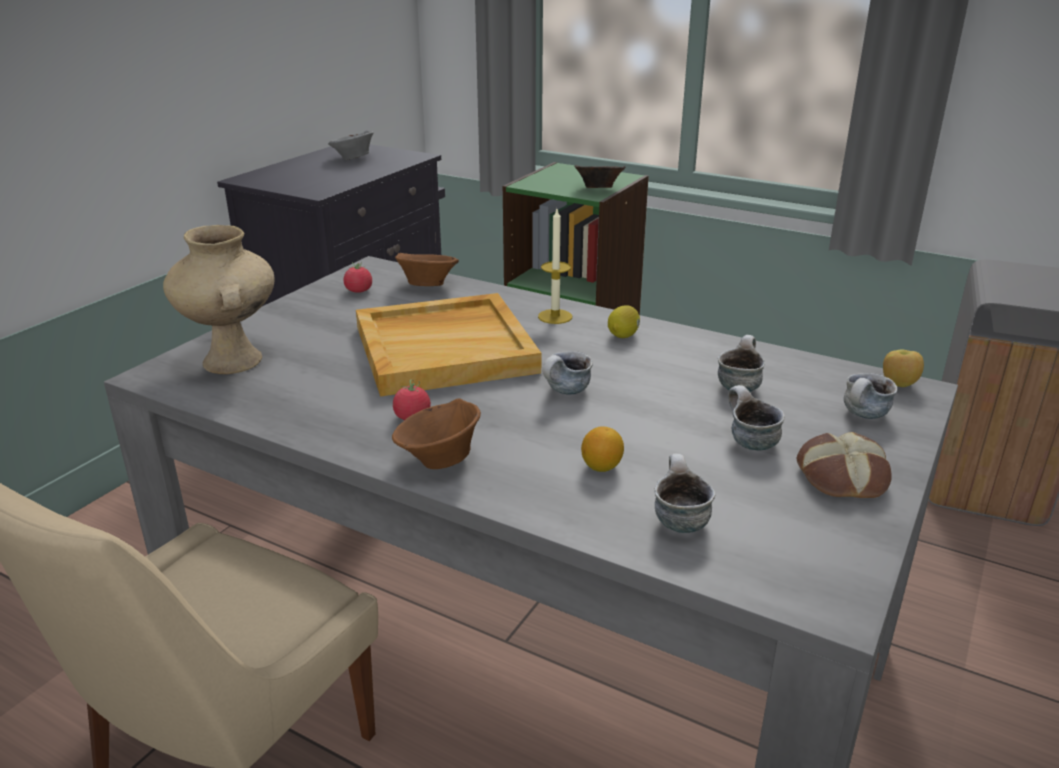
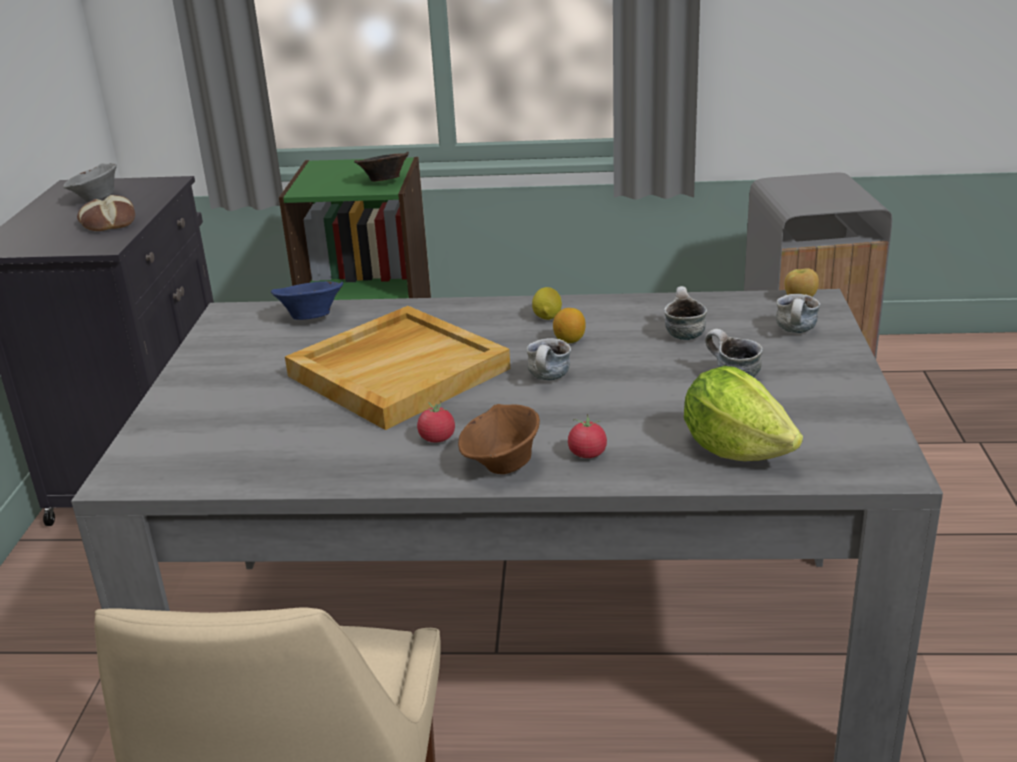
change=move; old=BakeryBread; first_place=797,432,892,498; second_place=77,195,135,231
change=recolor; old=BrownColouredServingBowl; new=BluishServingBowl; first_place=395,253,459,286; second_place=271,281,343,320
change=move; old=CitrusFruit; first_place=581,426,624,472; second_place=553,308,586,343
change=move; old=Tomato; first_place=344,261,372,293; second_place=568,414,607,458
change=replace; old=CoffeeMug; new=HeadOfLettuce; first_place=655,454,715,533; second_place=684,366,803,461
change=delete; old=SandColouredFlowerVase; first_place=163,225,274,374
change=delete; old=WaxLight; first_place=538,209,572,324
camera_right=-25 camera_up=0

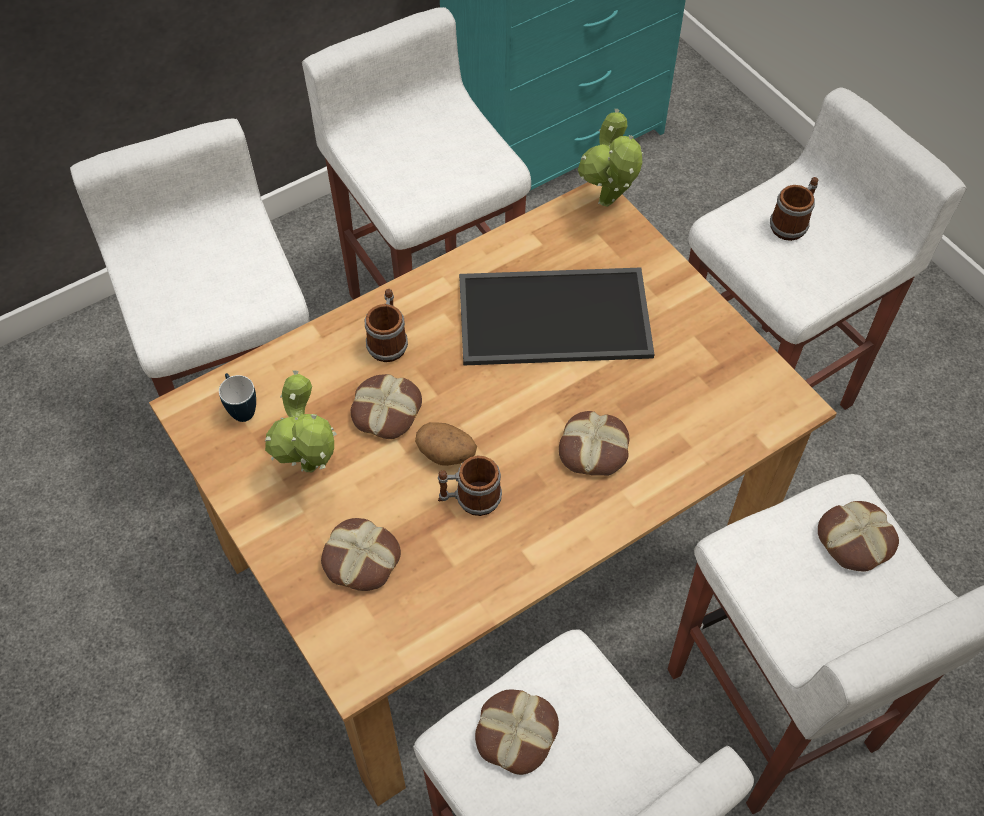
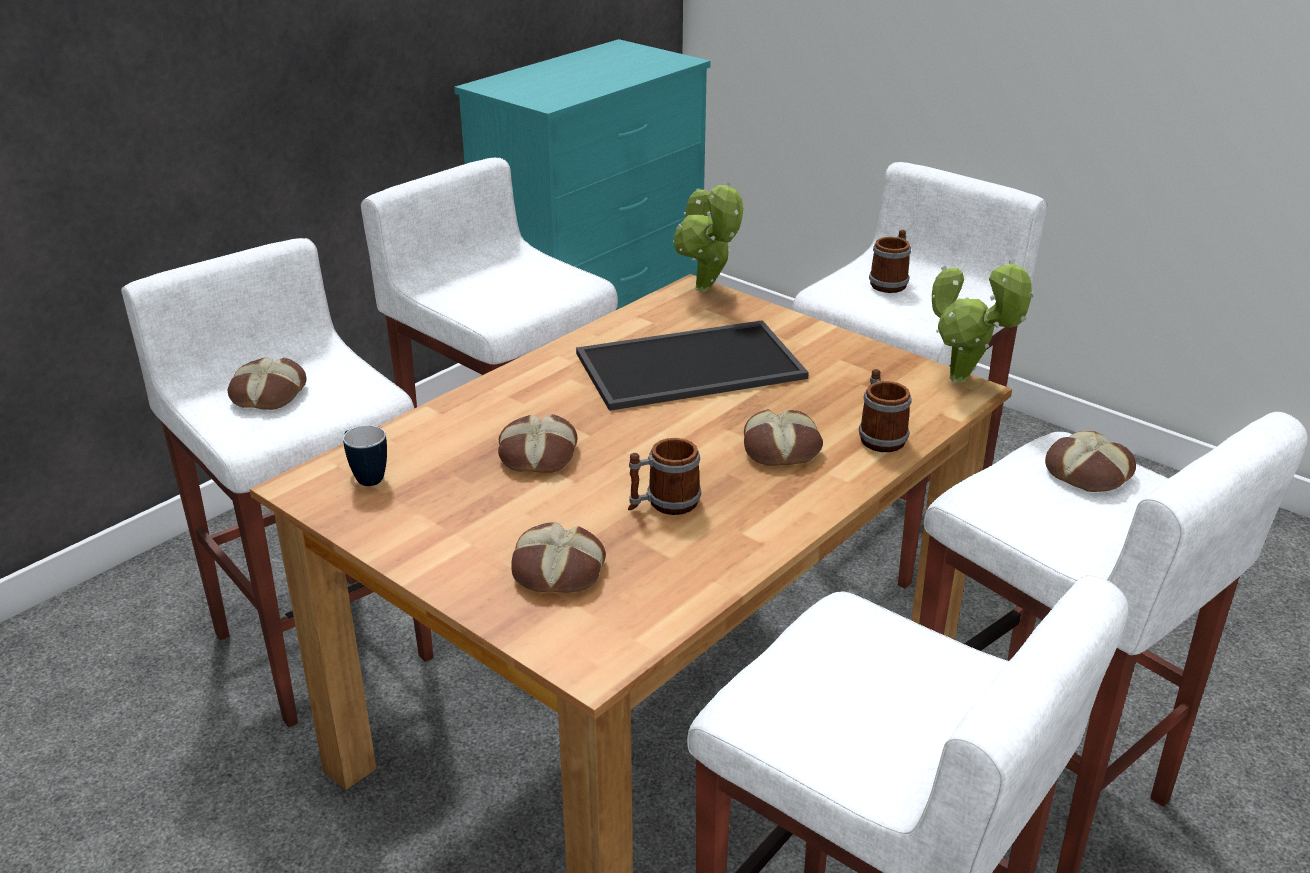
change=move; old=BakeryBread; first_place=475,689,559,775; second_place=228,358,306,410
change=move; old=CoffeeMug; first_place=365,289,408,362; second_place=859,369,912,452
change=move; old=PottedPlant; first_place=265,371,337,472; second_place=932,260,1035,383
change=delete; old=Potato; first_place=415,422,477,466
camera_right=-15 camera_up=-25

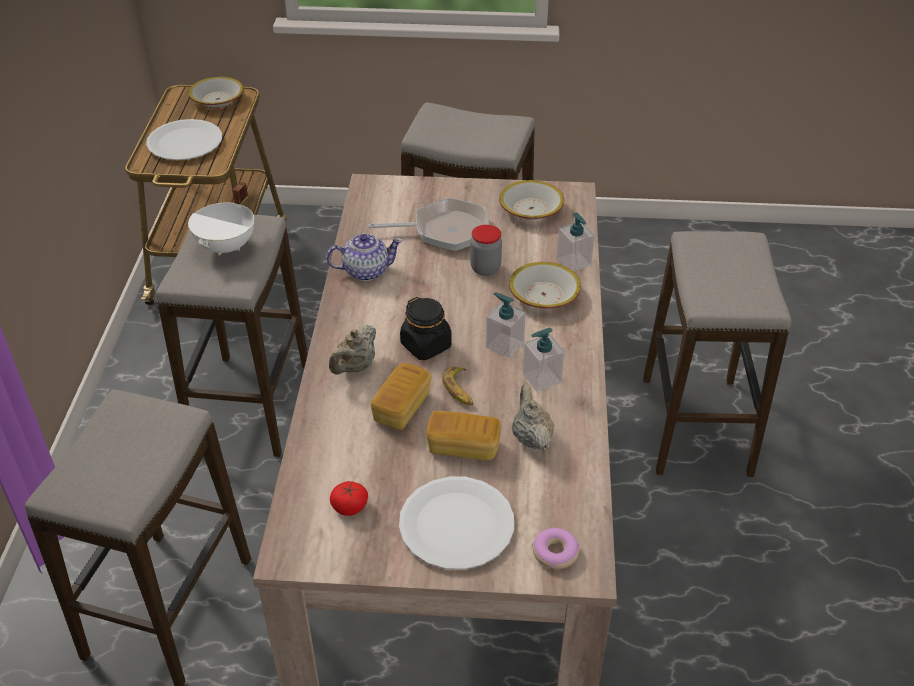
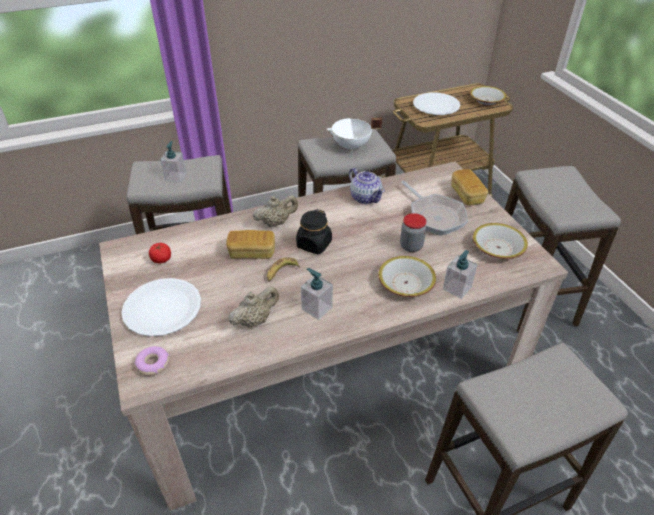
change=move; old=SoapDispenser; first_place=486,292,526,358; second_place=160,141,186,182
change=rotate; old=SandColouredTeapot; first_place=329,325,376,375; second_place=253,195,298,227; degrees=150
change=move; old=BakeryBread; first_place=426,411,501,461; second_place=451,169,488,206
camera_right=65 camera_up=0

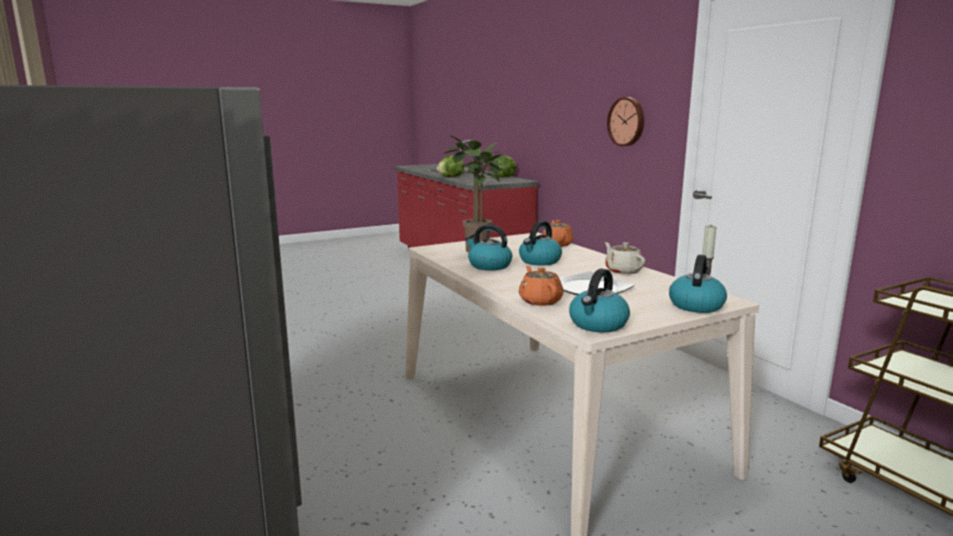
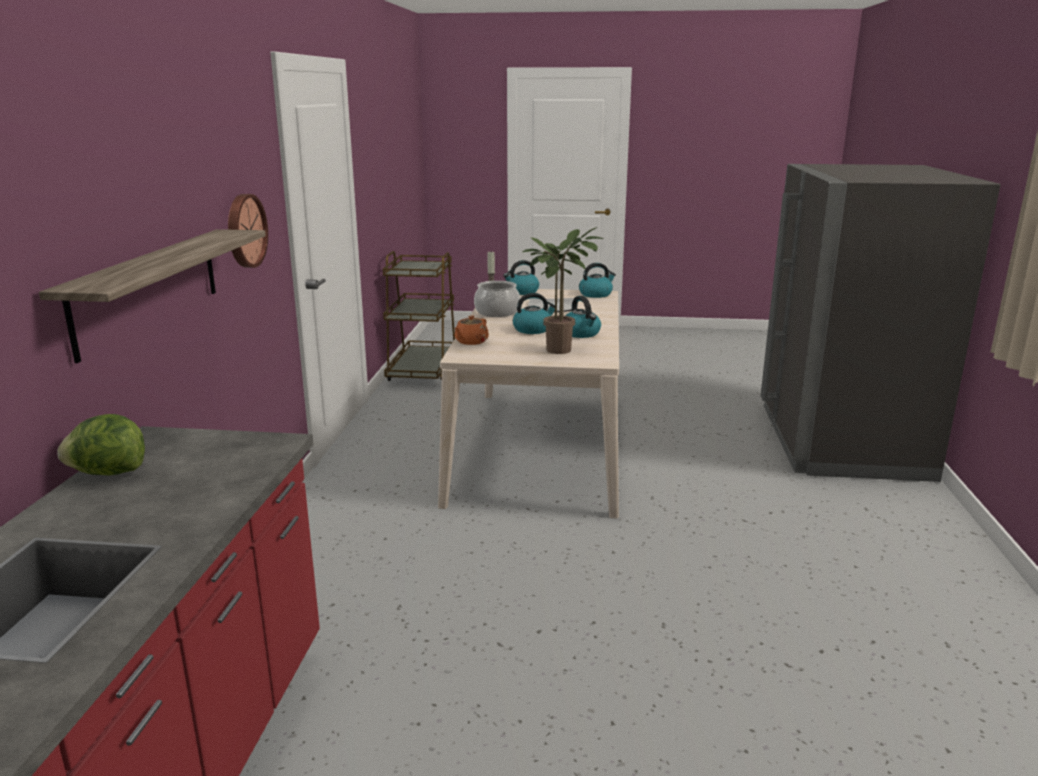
change=insert; new=Shelf; second_place=39,229,266,363
change=replace; old=SandColouredTeapot; new=Stockpot; first_place=605,242,645,274; second_place=474,281,520,317
change=delete; old=HeadOfLettuce; first_place=437,155,464,177
change=delete; old=OrangeTeapot; first_place=519,266,563,306
camera_right=-145 camera_up=5

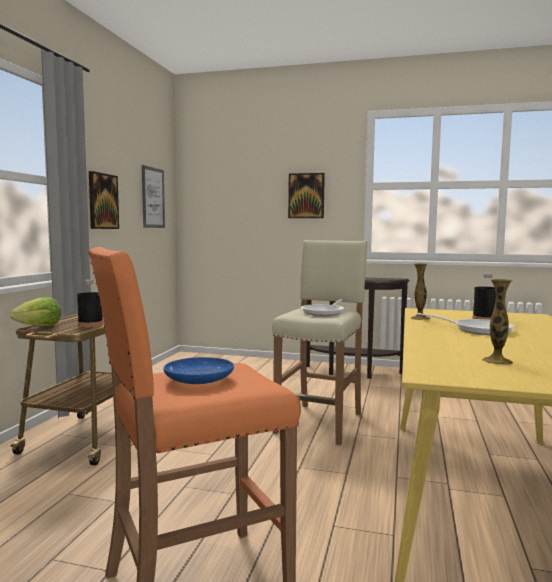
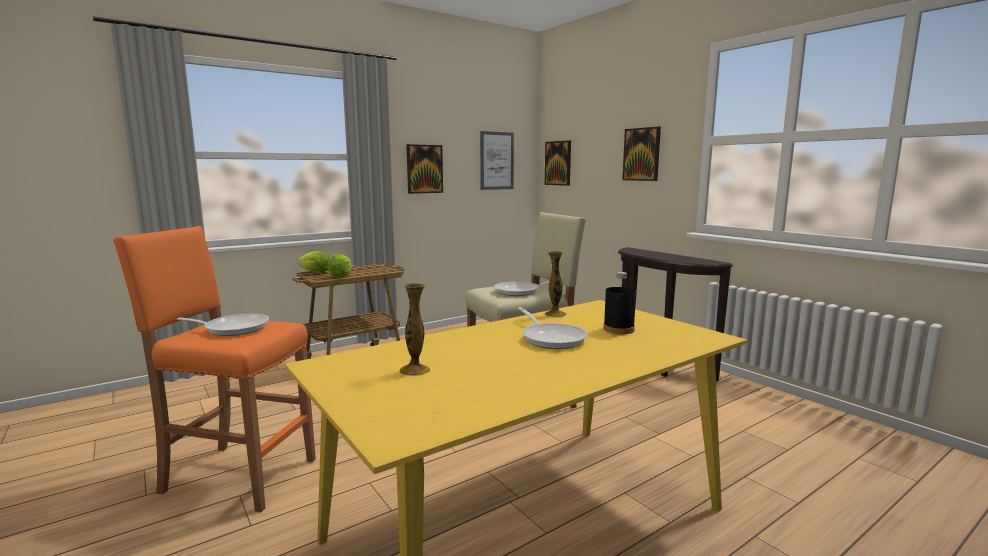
change=replace; old=BluishFlatDish; new=Pan; first_place=164,357,234,384; second_place=176,314,269,336
change=replace; old=BlackBottle; new=HeadOfLettuce; first_place=77,280,103,327; second_place=327,254,351,277
change=insert; new=WallArt; second_place=545,140,571,186
camera_right=40 camera_up=5

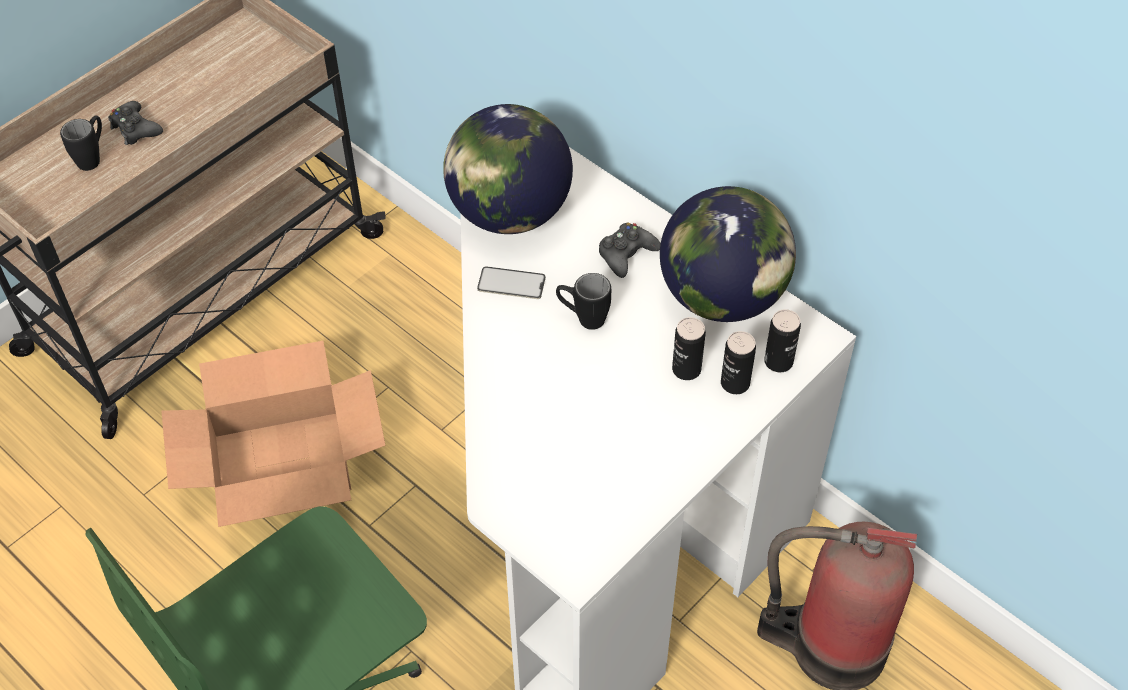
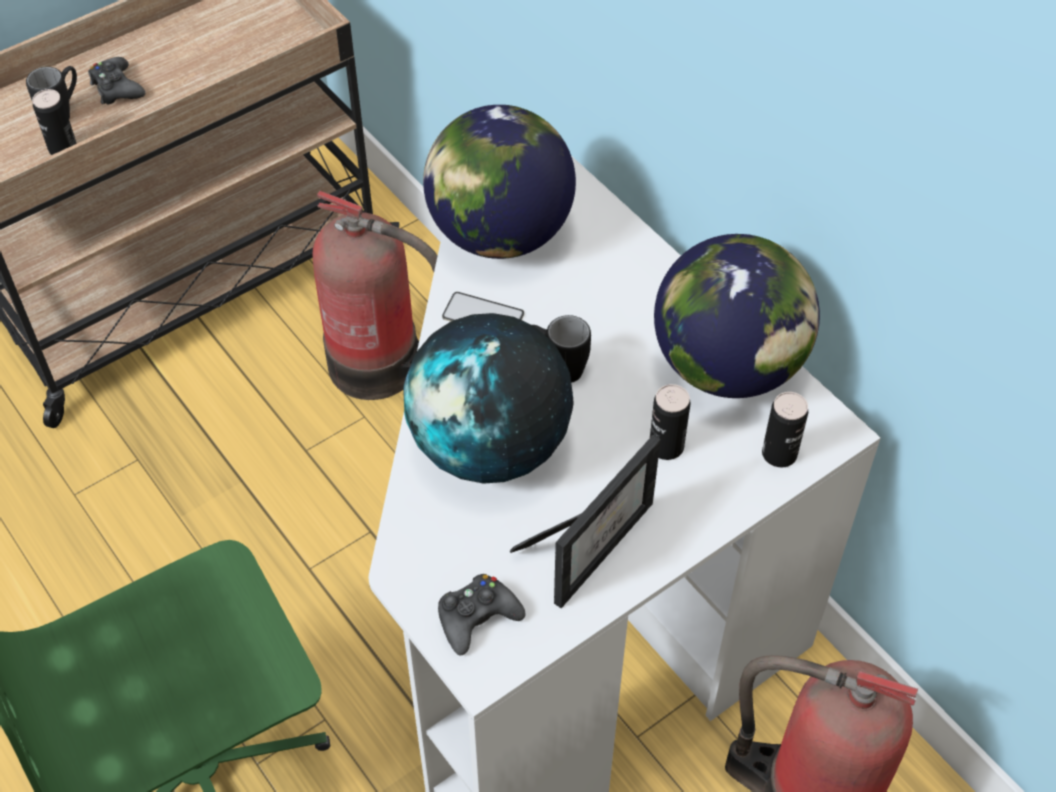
change=move; old=Can; first_place=721,331,756,394; second_place=32,89,77,155
change=insert; new=Extinguisher; second_place=312,191,438,400
change=insert; new=DeskGlobe; second_place=404,313,574,484
change=move; old=BlackJoypad; first_place=599,223,661,278; second_place=438,574,525,656
change=insert; new=StandingFrame; second_place=510,435,661,608
change=delete; old=Carton; first_place=161,341,386,527
camera_right=10 camera_up=0

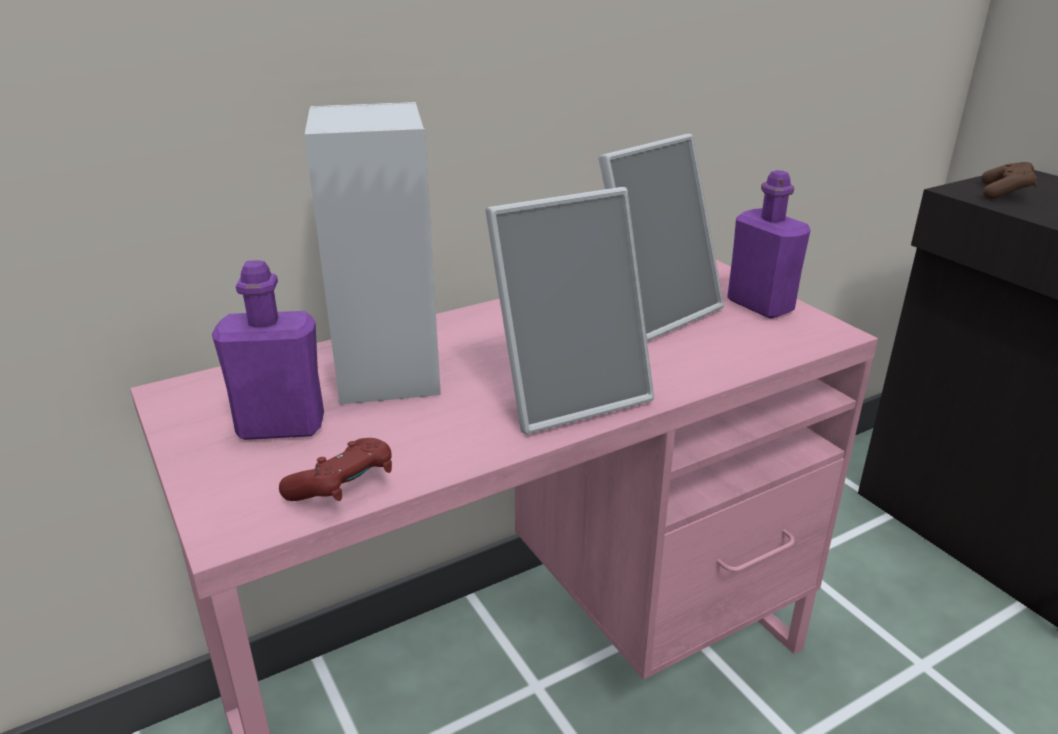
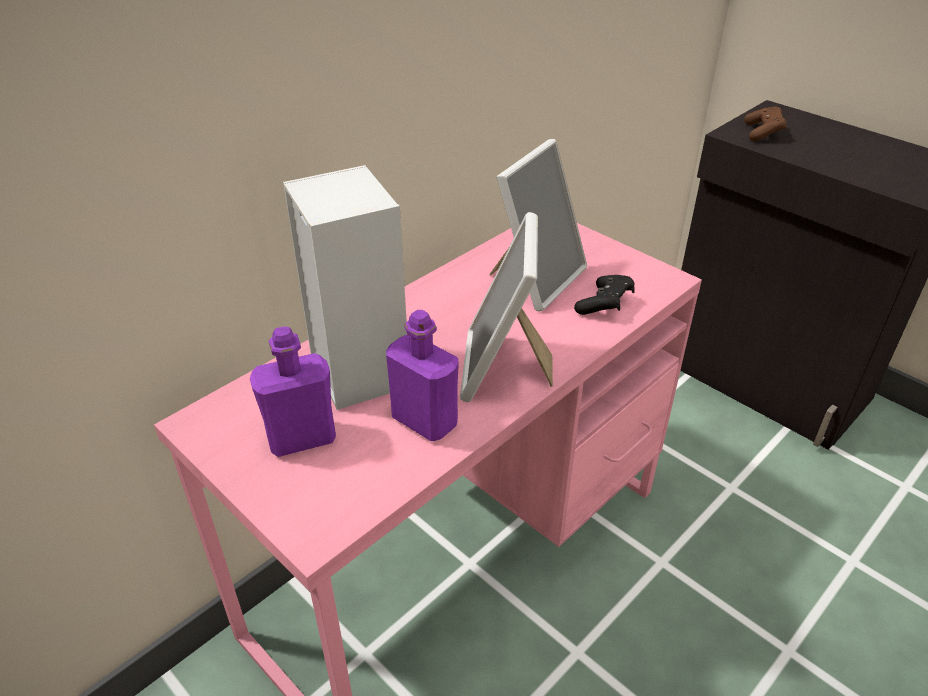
change=move; old=PurpleColouredBottle; first_place=727,170,811,319; second_place=386,310,459,441
change=rotate; old=StandingFrame; first_place=486,187,654,434; second_place=460,212,553,402; degrees=135
change=insert; new=BlackJoypad; second_place=574,275,635,315
change=delete; old=RedColouredJoypad; first_place=279,438,392,501
camera_right=-15 camera_up=10

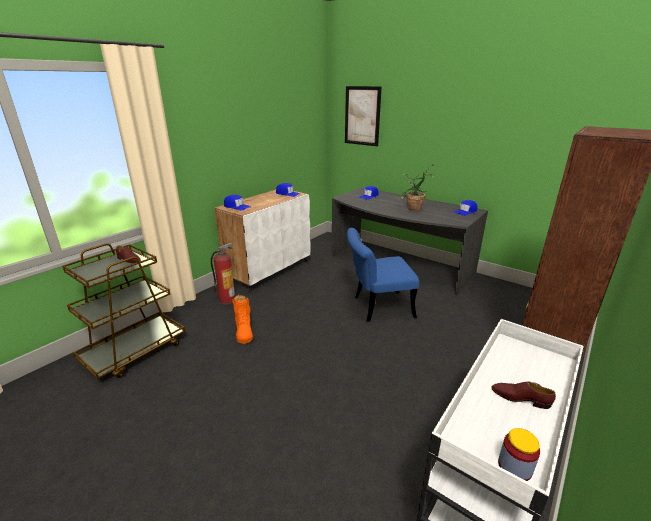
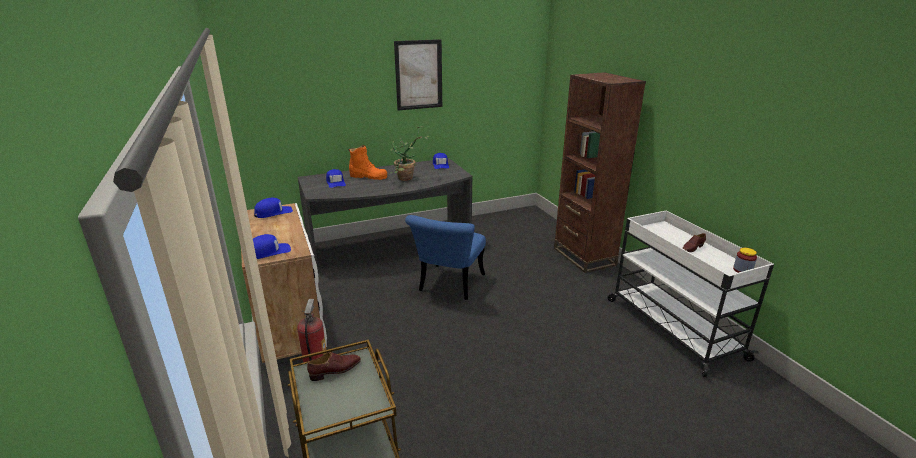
change=move; old=OrangeHighTopBoot; first_place=232,295,253,344; second_place=349,145,387,180
change=move; old=WallArt; first_place=345,86,382,146; second_place=394,39,442,111
camera_right=-60 camera_up=0

